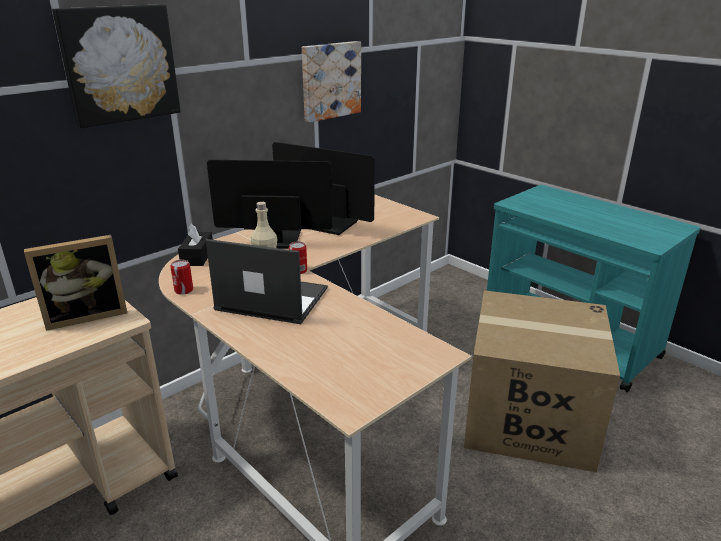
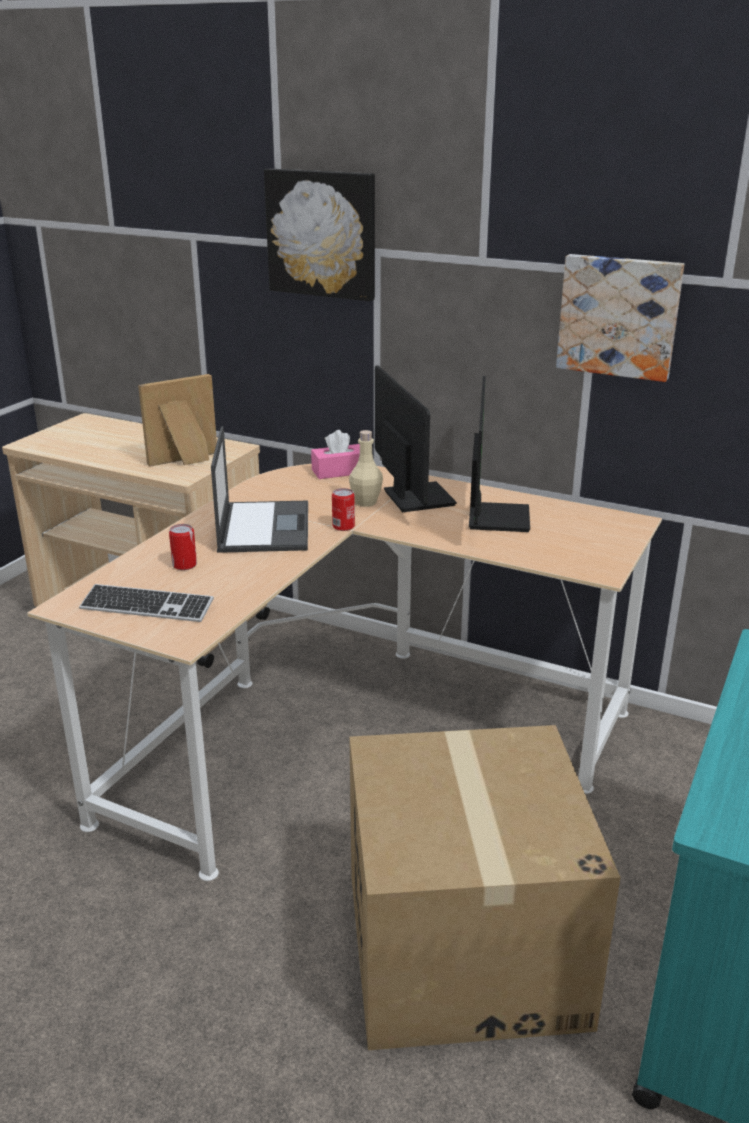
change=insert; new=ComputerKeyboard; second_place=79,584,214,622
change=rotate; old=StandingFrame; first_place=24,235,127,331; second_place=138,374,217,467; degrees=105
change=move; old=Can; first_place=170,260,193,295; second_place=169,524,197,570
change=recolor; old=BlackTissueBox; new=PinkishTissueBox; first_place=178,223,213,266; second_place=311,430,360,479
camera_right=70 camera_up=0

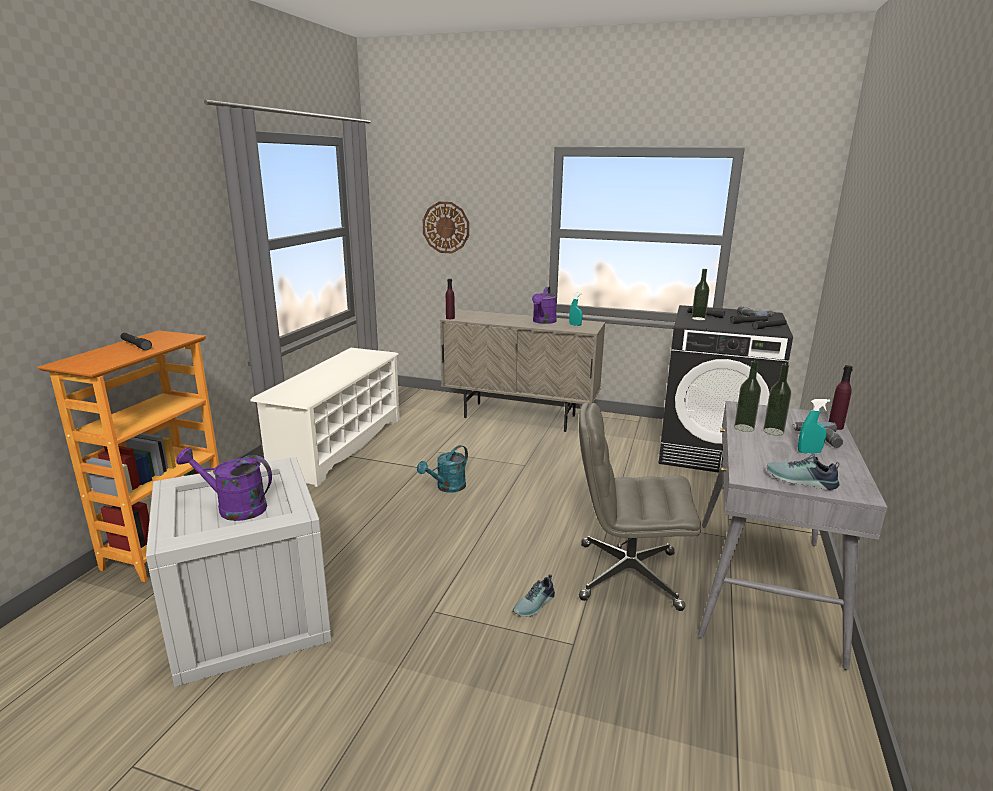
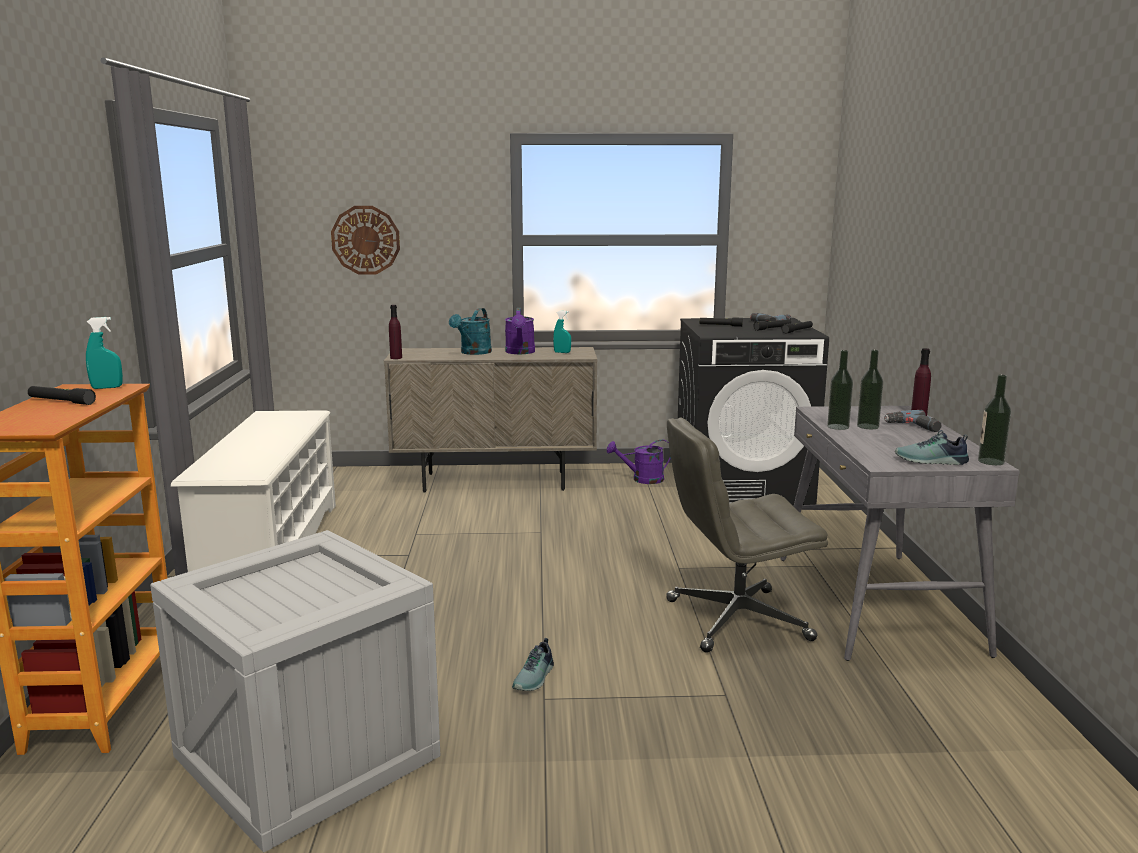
change=move; old=BlueGreenSprayBottle; first_place=798,399,830,454; second_place=86,317,123,389
change=move; old=BlueGreenSprinklingCan; first_place=417,445,468,493; second_place=449,308,492,355
change=move; old=Shoe; first_place=513,574,555,617; second_place=512,638,554,691
change=move; old=PurpleColouredSprinklingCan; first_place=176,447,272,521; second_place=607,440,671,484
change=move; old=Bottle; first_place=692,269,709,320; second_place=978,375,1011,465
camera_right=-20 camera_up=-5

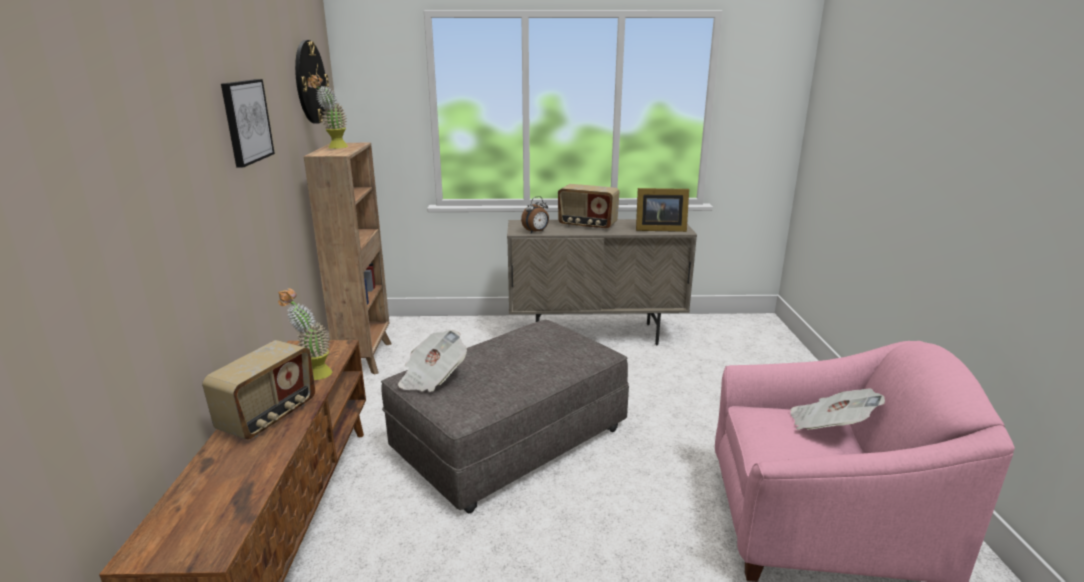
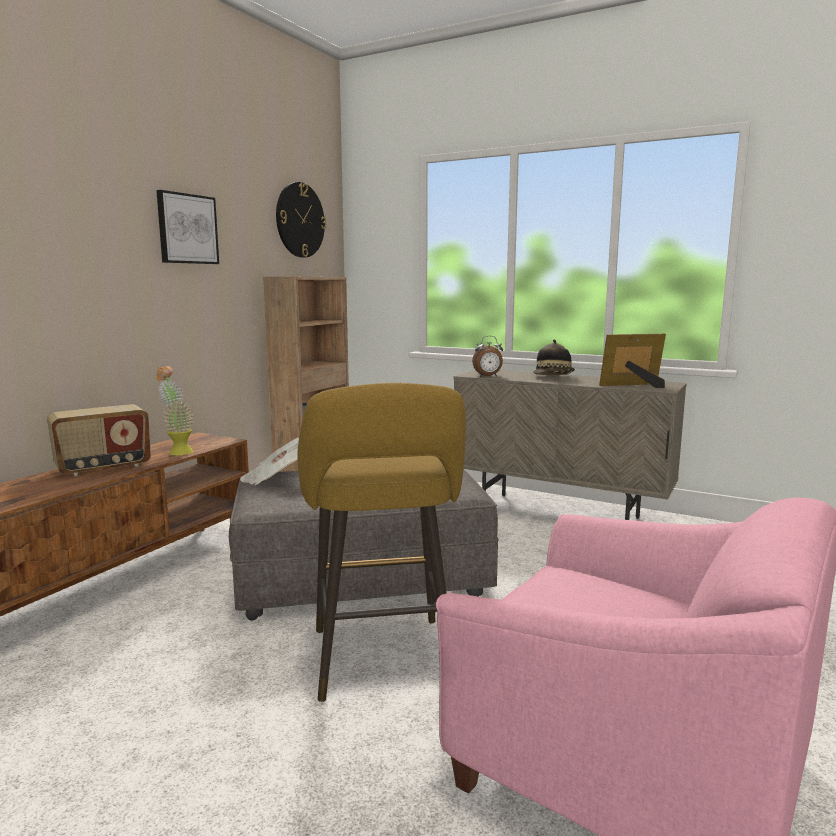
change=insert; new=YellowColouredStool; second_place=297,383,466,702
change=replace; old=RadioSet; new=ClothingHat; first_place=558,184,619,230; second_place=533,339,575,375
change=rotate; old=StandingFrame; first_place=636,188,689,232; second_place=599,334,666,388; degrees=135
change=delete; old=PottedPlant; first_place=307,75,348,149
change=delete; old=DailyPaper; first_place=790,389,885,430
camera_right=30 camera_up=-10

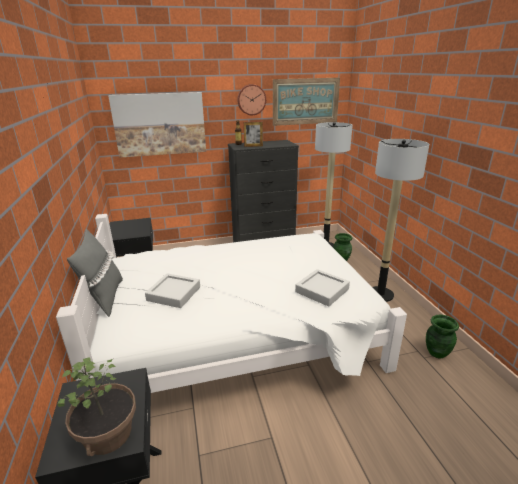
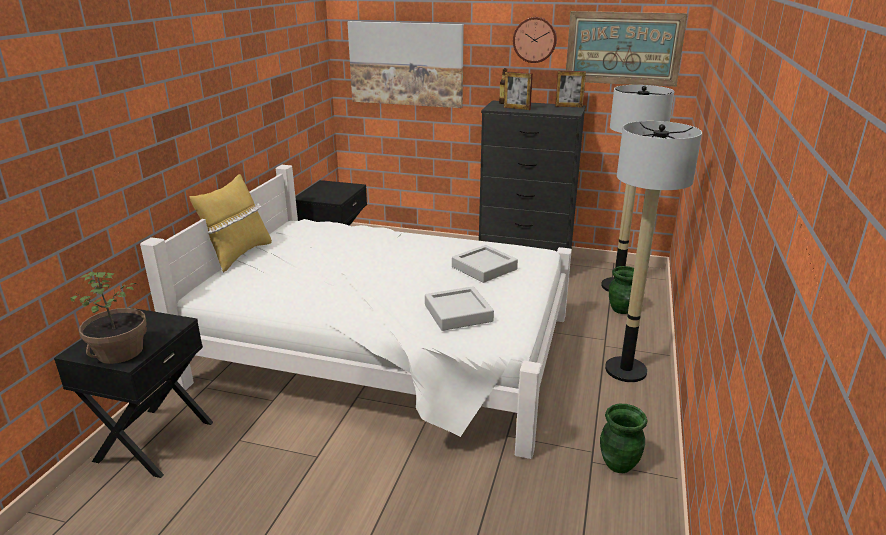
change=recolor; old=GrayCushion; new=YellowColouredCushion; first_place=67,229,123,317; second_place=190,174,272,273
change=move; old=GrayServingTray; first_place=145,273,200,308; second_place=452,245,518,283
change=insert; new=StandingFrame; second_place=555,71,586,108
camera_right=30 camera_up=0

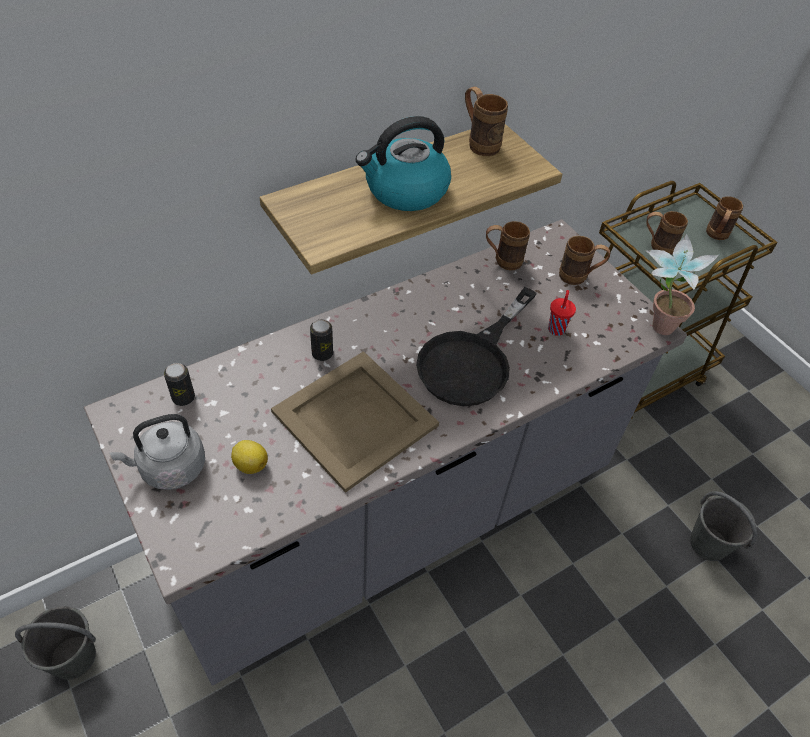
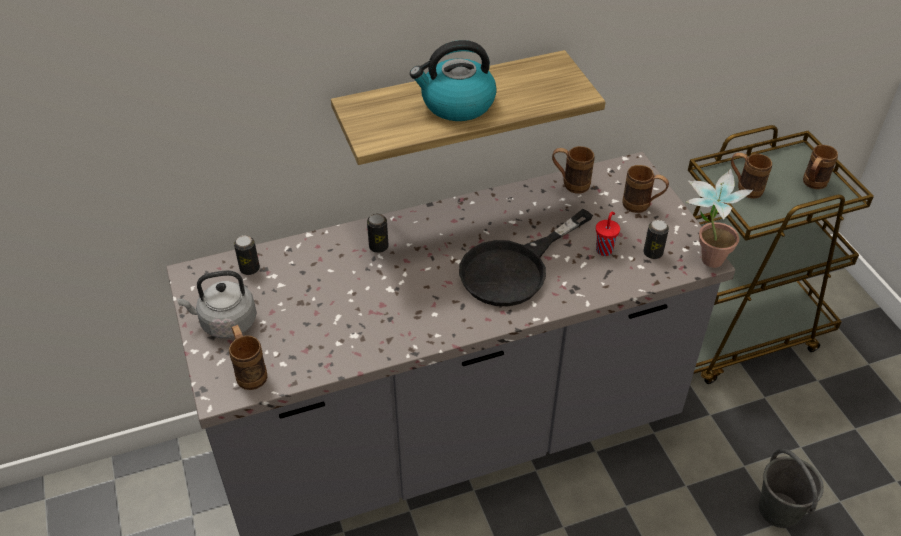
change=move; old=BrownColouredCoffeeMug; first_place=465,86,508,156; second_place=229,325,267,390
change=insert; new=Can; second_place=643,220,669,259
change=delete; old=GrayPail; first_place=15,606,96,680
change=delete; old=CitrusFruit; first_place=231,440,268,474
change=delete; old=SandColouredServingTray; first_place=271,351,439,493
camera_right=15 camera_up=-5

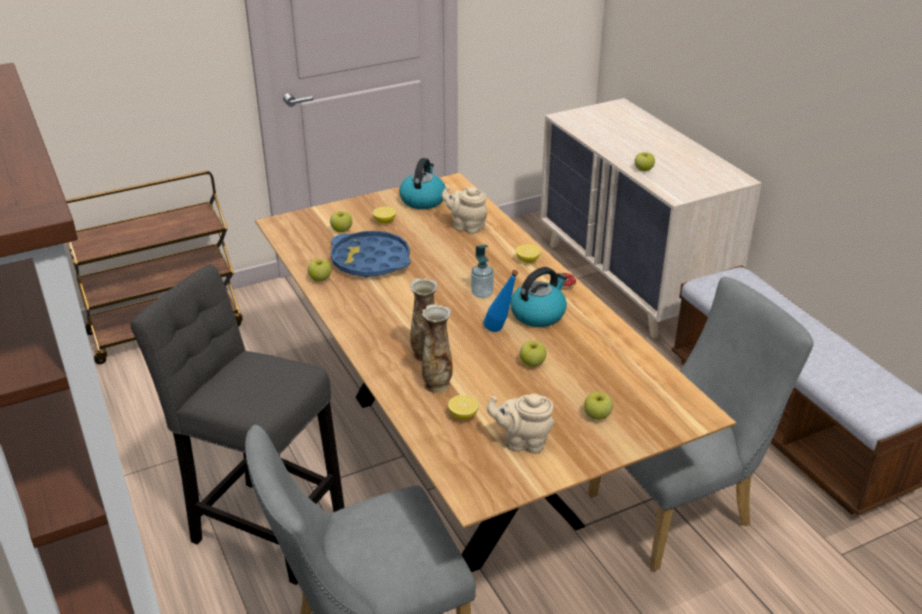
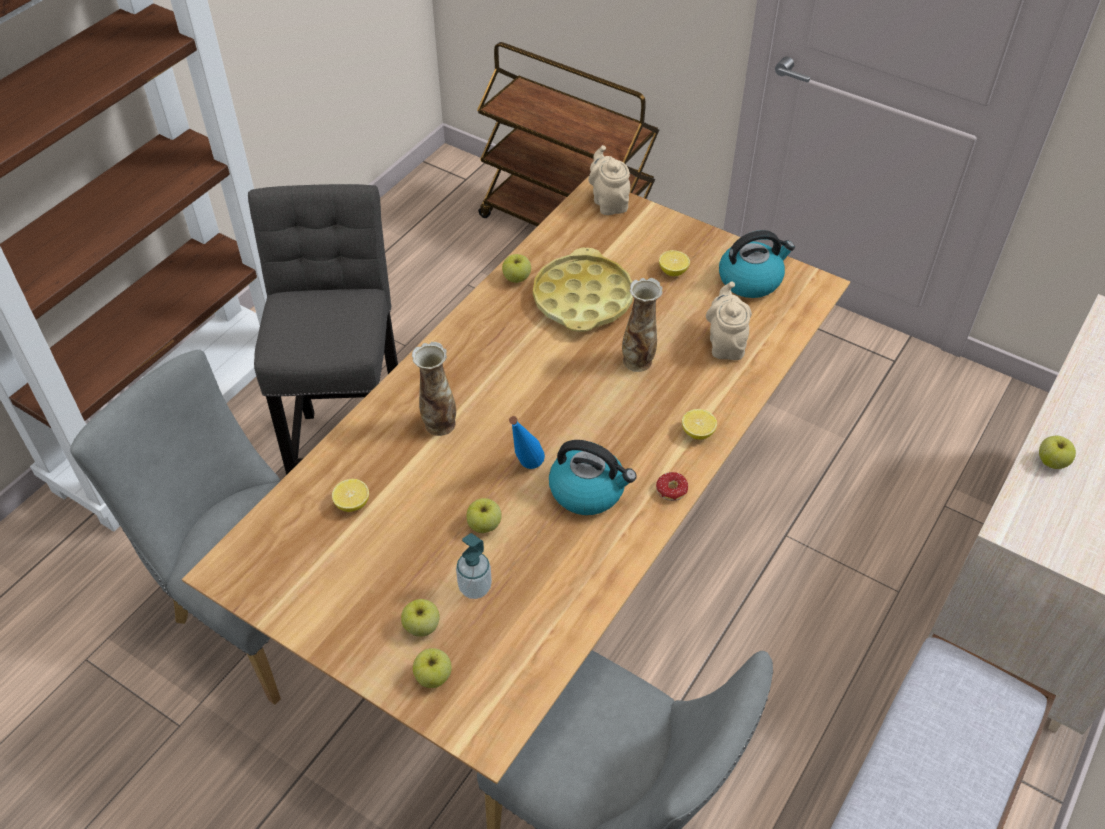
change=move; old=WholeApple; first_place=330,211,352,232; second_place=413,648,451,688
change=move; old=SoapDispenser; first_place=471,244,494,298; second_place=456,533,492,599
change=recolor; old=BluishServingTray; new=YellowColouredServingTray; first_place=330,231,411,277; second_place=533,248,633,332
change=move; old=SandColouredTeapot; first_place=487,394,555,454; second_place=588,145,630,215
change=move; old=FlowerVase; first_place=422,304,453,393; second_place=622,278,663,372
camera_right=60 camera_up=15

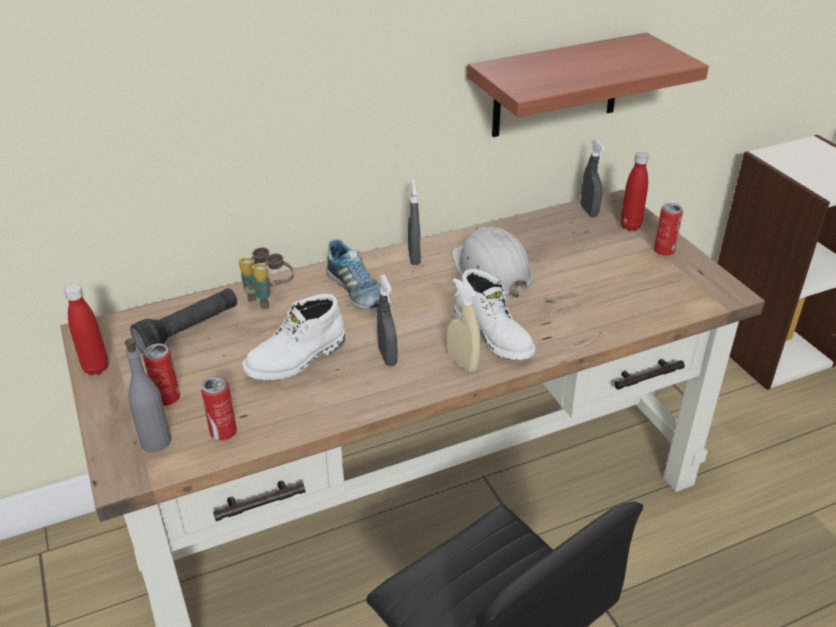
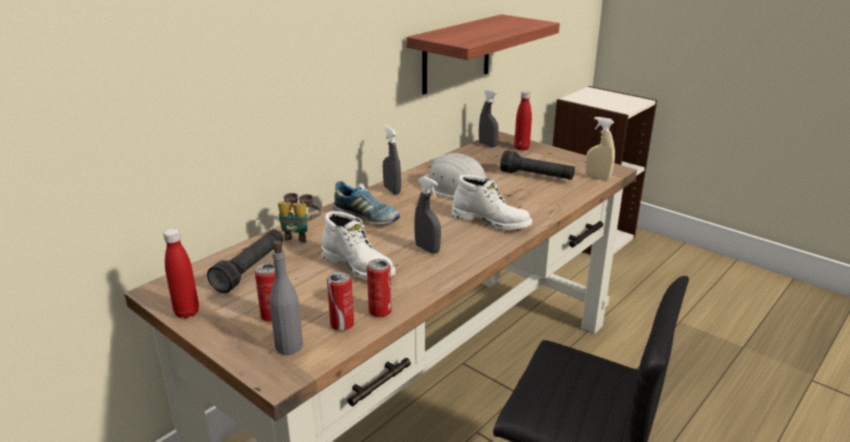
change=rotate; old=WhiteColouredHighTopBoot; first_place=242,294,345,380; second_place=321,211,396,280; degrees=-75
change=move; old=Can; first_place=654,203,683,256; second_place=367,259,392,317
change=insert; new=BlackTorch; second_place=500,150,575,180
change=move; old=SandColouredSprayBottle; first_place=447,278,481,373; second_place=585,117,615,180
camera_right=-25 camera_up=-10

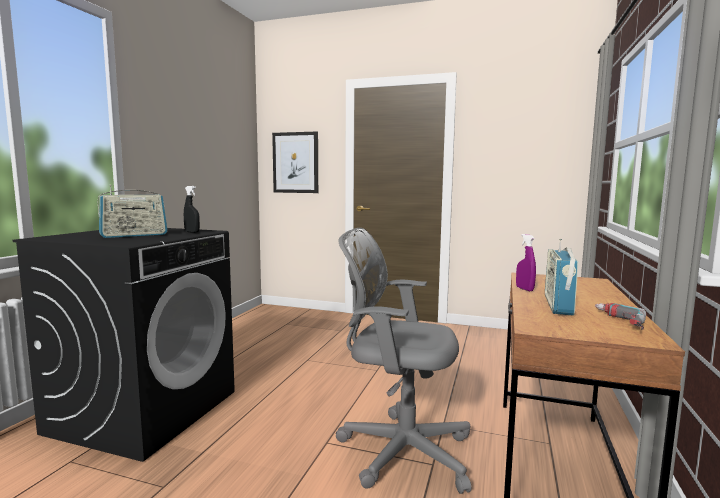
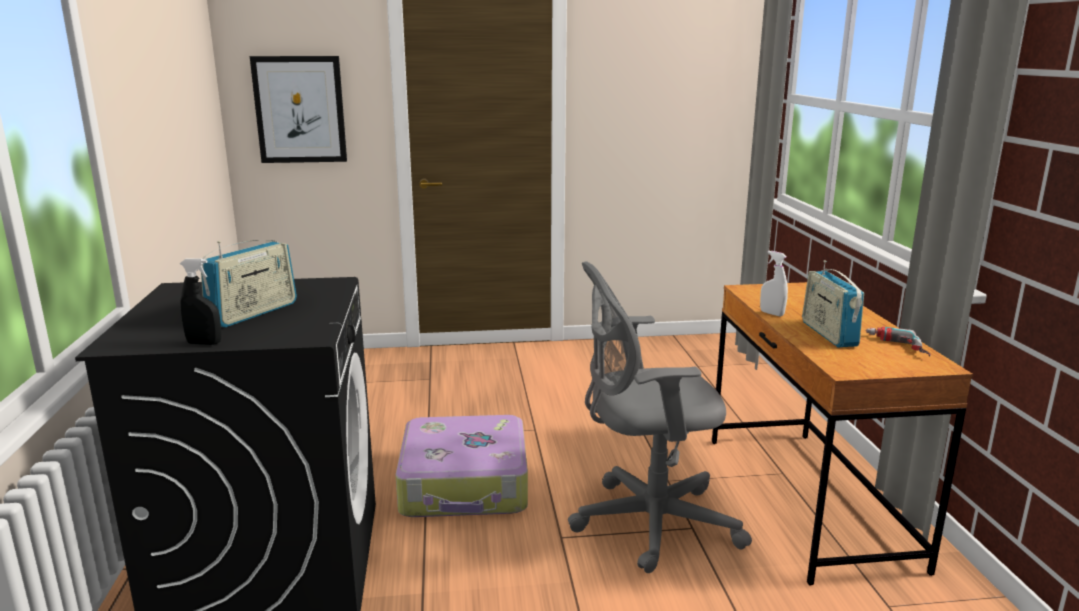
change=move; old=BlackSprayBottle; first_place=184,186,200,233; second_place=180,258,221,345
change=insert; new=TravelCase; second_place=395,415,528,517
change=recolor; old=PurpleColouredSprayBottle; new=WhiteColouredSprayBottle; first_place=516,234,536,291; second_place=760,251,788,316
camera_right=-25 camera_up=10

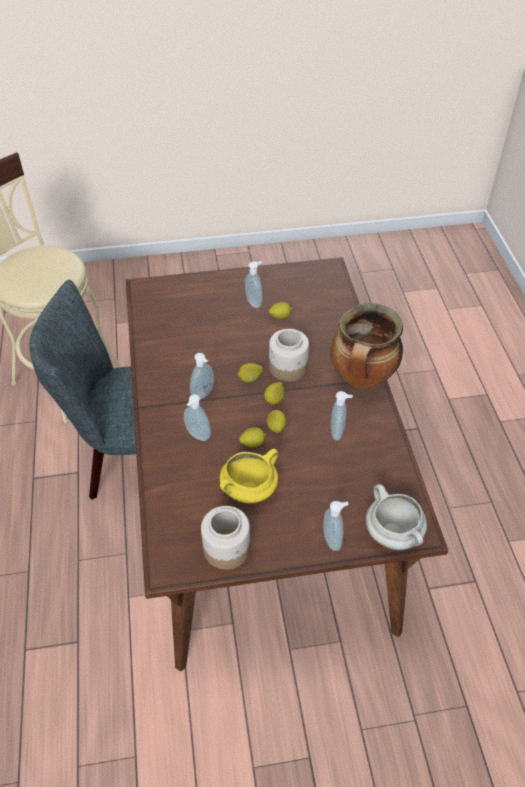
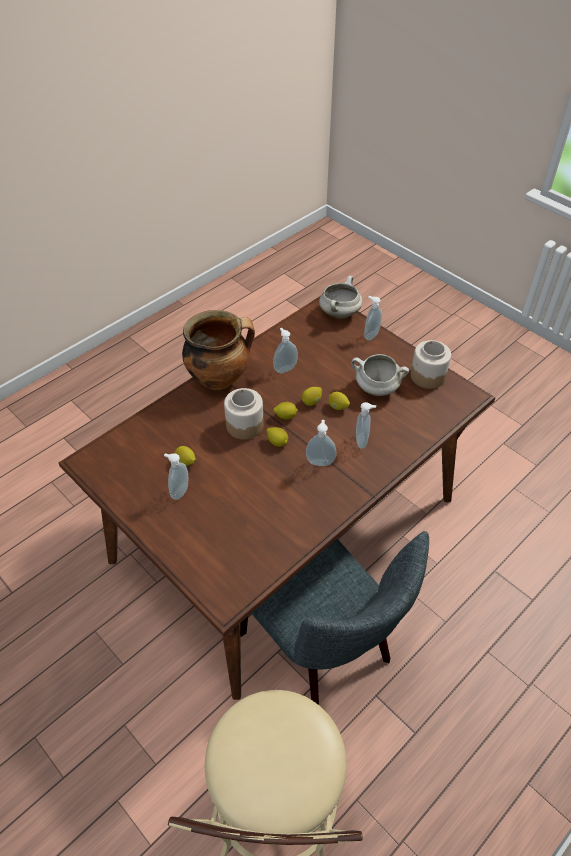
change=recolor; old=YellowColouredStockpot; new=WhiteColouredStockpot; first_place=220,449,278,504; second_place=351,354,409,396
camera_right=-125 camera_up=0

